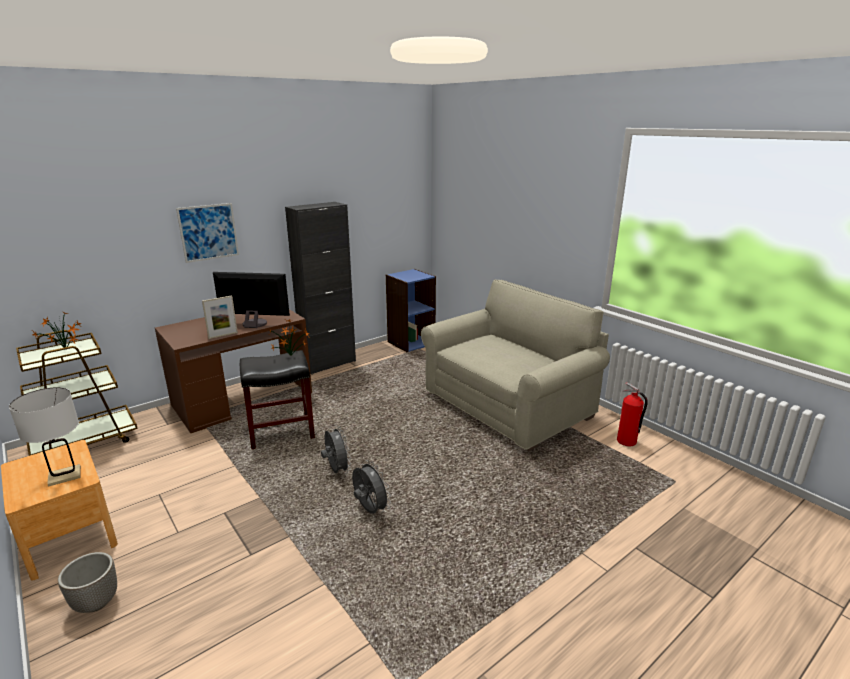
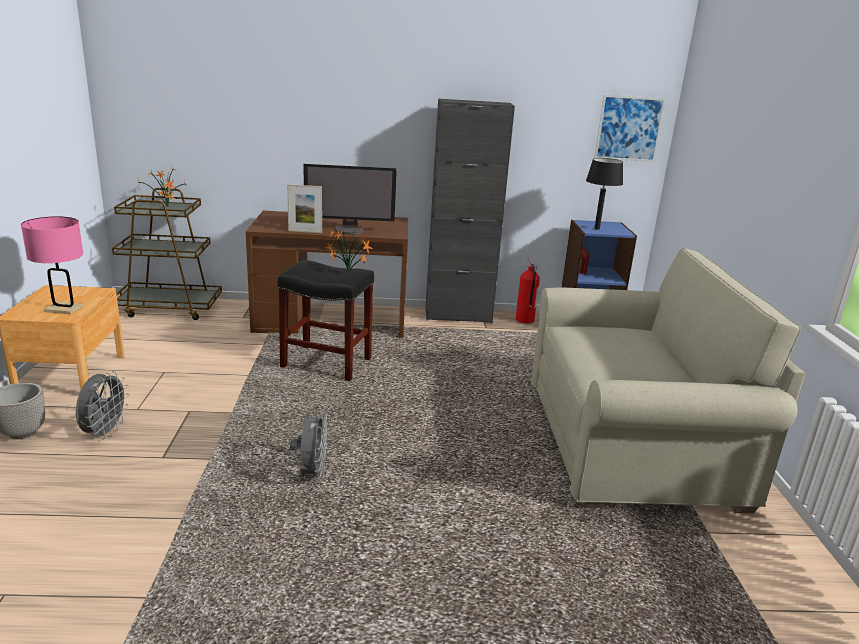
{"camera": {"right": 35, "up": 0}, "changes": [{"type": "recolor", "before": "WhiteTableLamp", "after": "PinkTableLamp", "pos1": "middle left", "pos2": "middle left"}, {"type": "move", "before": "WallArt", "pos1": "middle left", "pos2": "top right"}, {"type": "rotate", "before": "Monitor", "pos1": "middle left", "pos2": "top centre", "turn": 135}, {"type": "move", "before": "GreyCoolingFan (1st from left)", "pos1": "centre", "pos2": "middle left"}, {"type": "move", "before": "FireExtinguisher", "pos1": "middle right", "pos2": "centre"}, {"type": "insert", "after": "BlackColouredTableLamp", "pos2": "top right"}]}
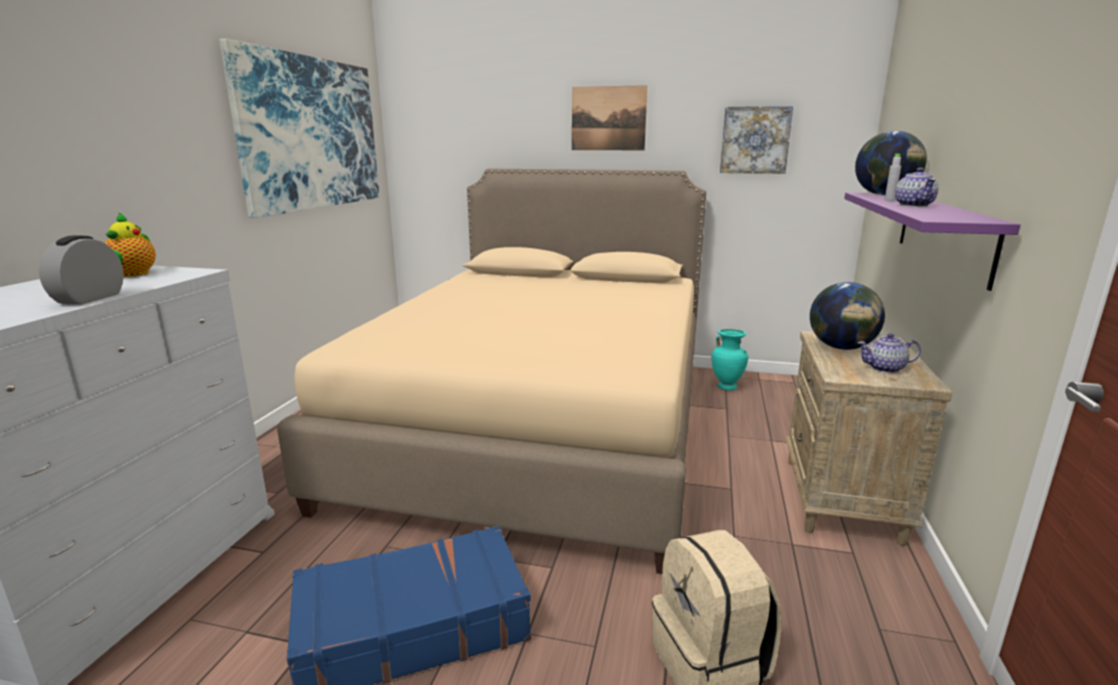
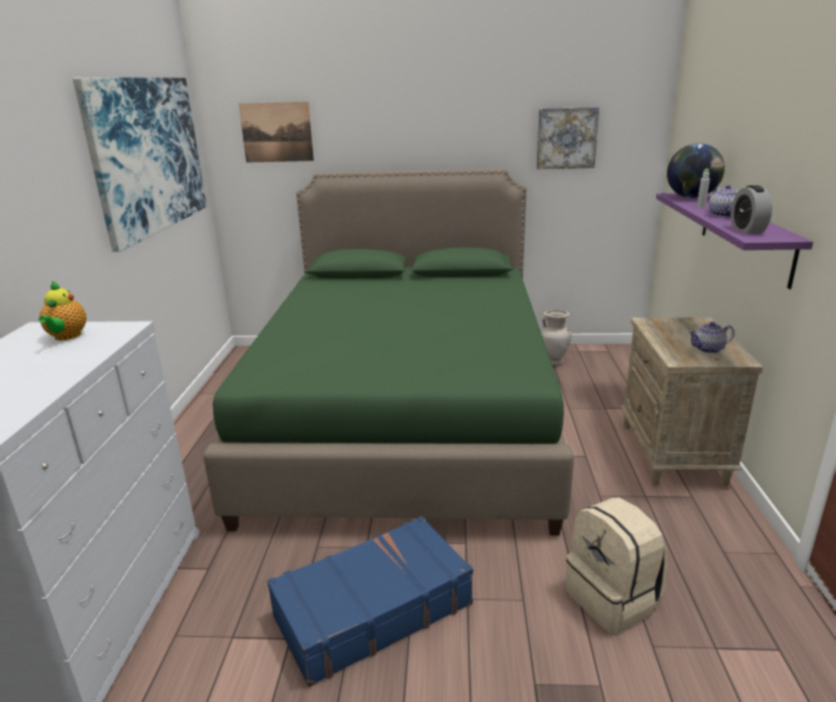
{"camera": {"right": -10, "up": 5}, "changes": [{"type": "move", "before": "TableClock", "pos1": "middle left", "pos2": "top right"}, {"type": "recolor", "before": "BeigeColouredBed", "after": "GreenishBed", "pos1": "centre", "pos2": "centre"}, {"type": "move", "before": "WallArt (2nd from left)", "pos1": "top centre", "pos2": "top left"}, {"type": "recolor", "before": "TurquoiseColouredFlowerVase", "after": "BeigeColouredFlowerVase", "pos1": "centre", "pos2": "centre"}, {"type": "delete", "before": "DeskGlobe (1st from left)", "pos1": "middle right"}]}
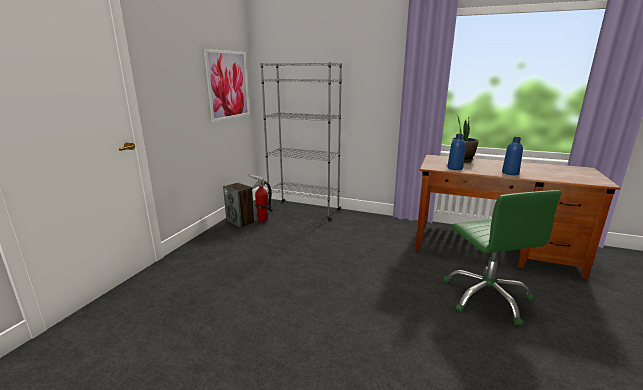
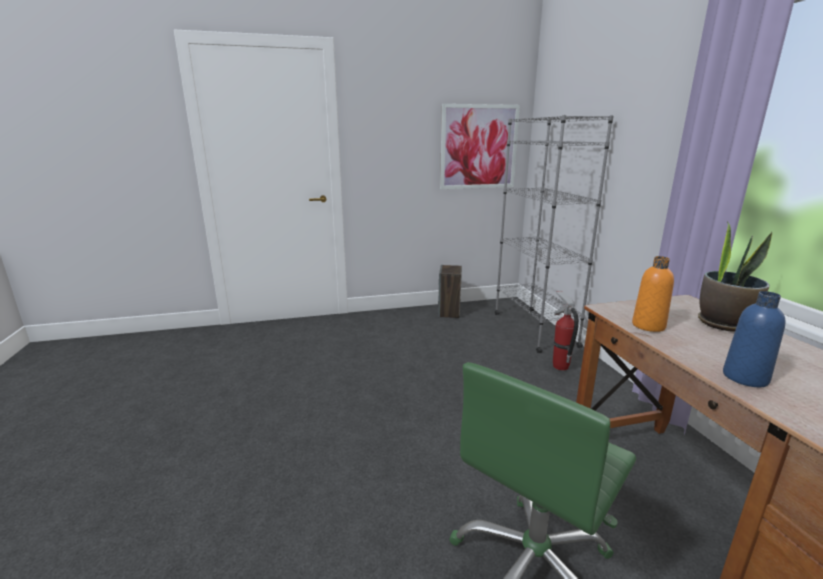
{"camera": {"right": 55, "up": 0}, "changes": [{"type": "move", "before": "FireExtinguisher", "pos1": "centre", "pos2": "middle right"}, {"type": "recolor", "before": "BlueDrinkBottle (1st from left)", "after": "OrangeyDrinkBottle", "pos1": "middle right", "pos2": "middle right"}]}
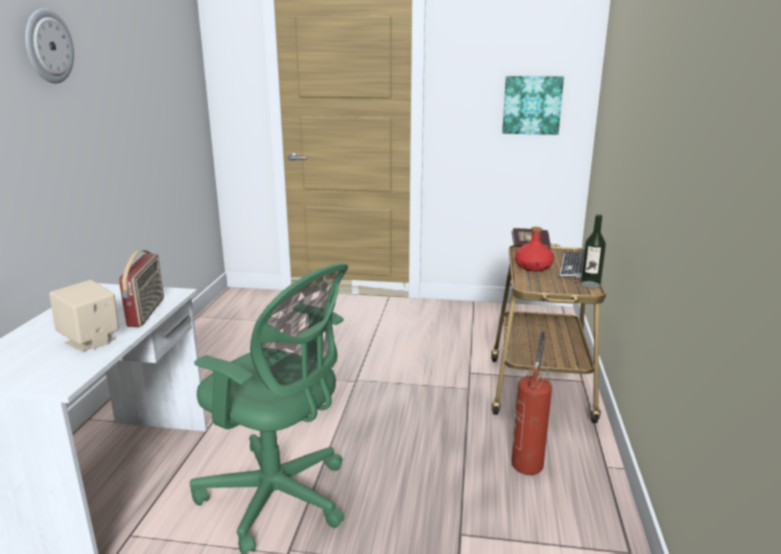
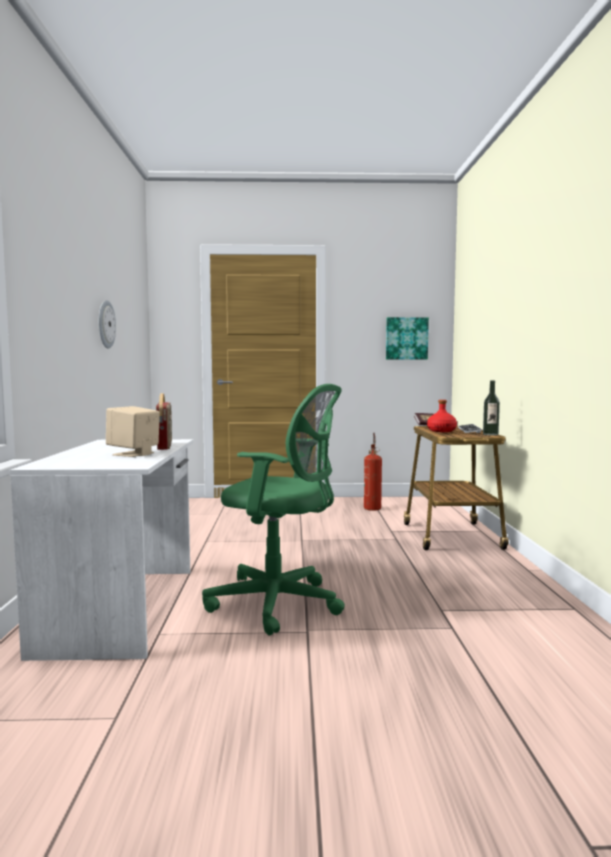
{"camera": {"right": -10, "up": -15}, "changes": [{"type": "move", "before": "HangingClock", "pos1": "top left", "pos2": "middle left"}, {"type": "move", "before": "FireExtinguisher", "pos1": "bottom right", "pos2": "centre"}]}
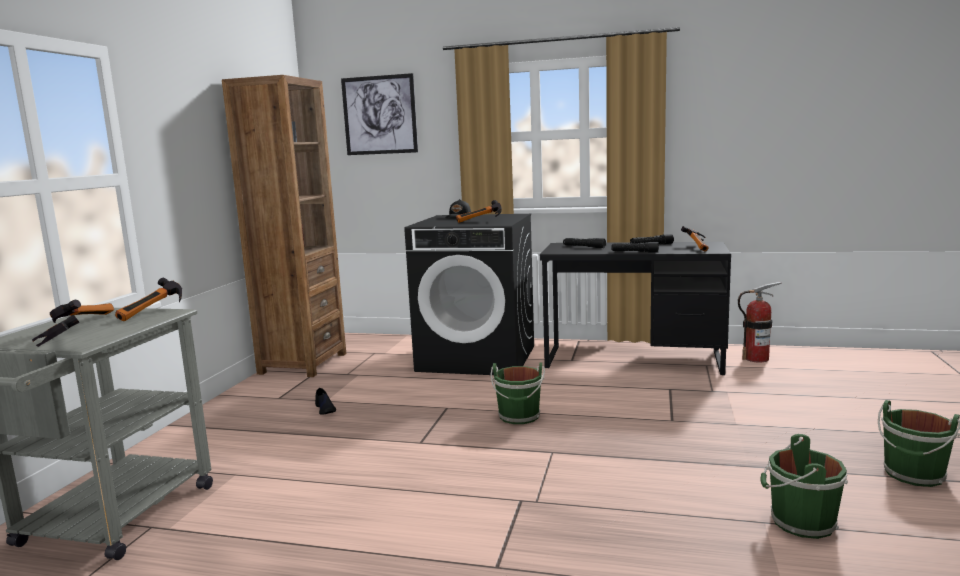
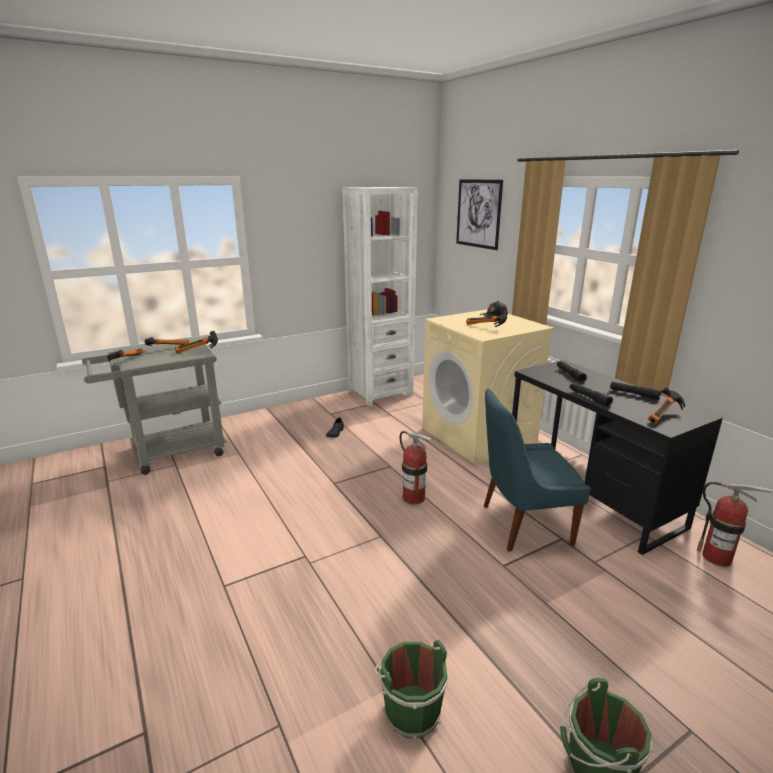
{"camera": {"right": 45, "up": 10}, "changes": [{"type": "recolor", "before": "BrownishBookcase", "after": "WhiteBookcase", "pos1": "middle left", "pos2": "centre"}, {"type": "recolor", "before": "BlackColouredLaundryMachine", "after": "BeigeColouredLaundryMachine", "pos1": "centre", "pos2": "centre"}, {"type": "replace", "before": "GreenishBucket (1st from left)", "after": "FireExtinguisher (1st from left)", "pos1": "bottom centre", "pos2": "centre"}, {"type": "insert", "after": "BluePlainChair", "pos2": "middle right"}]}
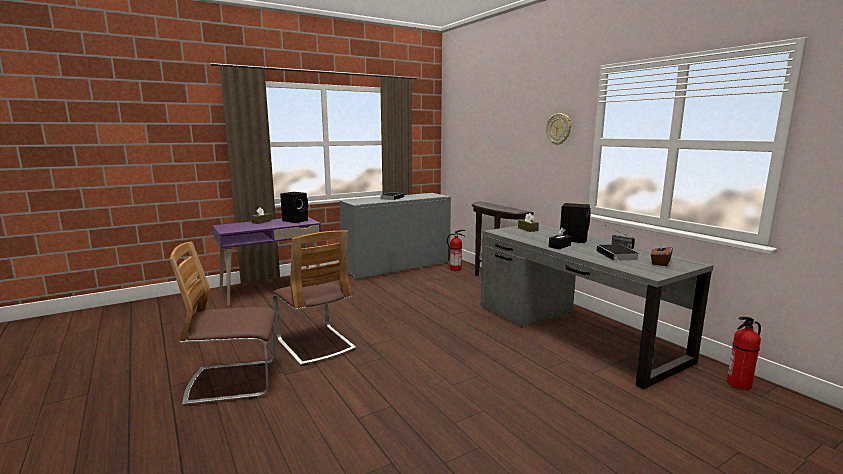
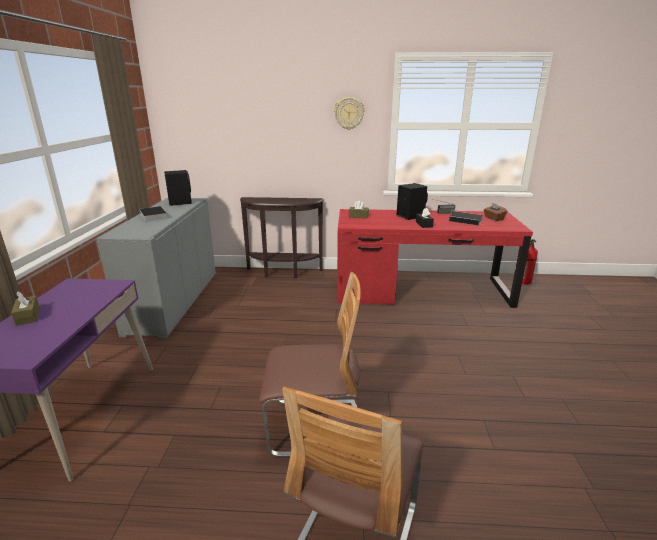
{"camera": {"right": -55, "up": 10}, "changes": [{"type": "move", "before": "BlackColouredAudioSpeaker (1st from left)", "pos1": "centre", "pos2": "middle left"}, {"type": "delete", "before": "FireExtinguisher (1st from left)", "pos1": "centre"}, {"type": "recolor", "before": "GreyDesk", "after": "RedDesk", "pos1": "middle right", "pos2": "centre"}]}
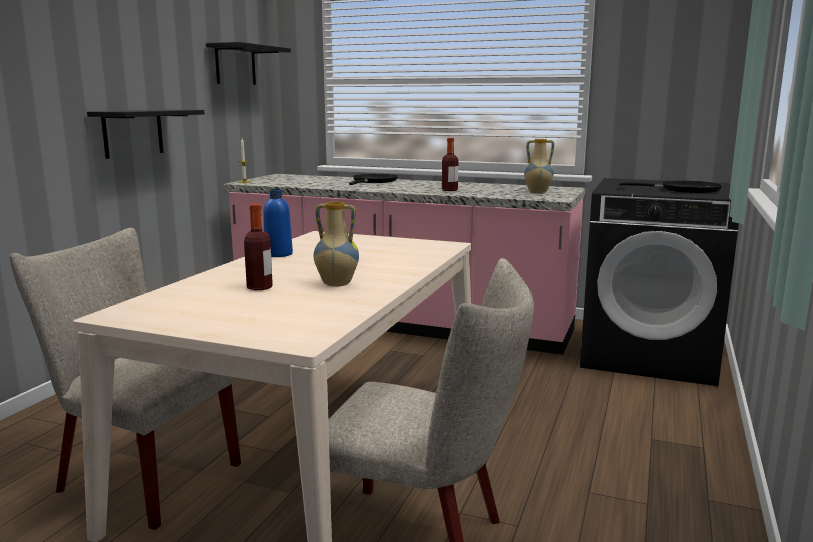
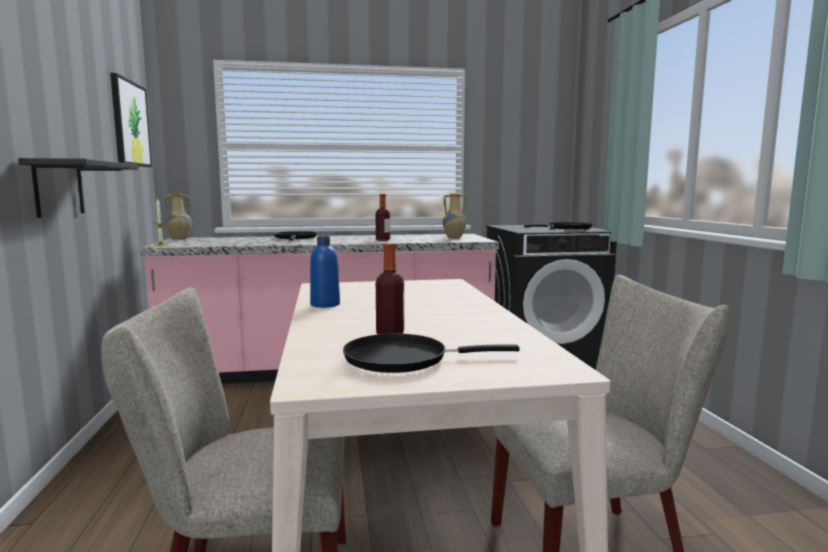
{"camera": {"right": -30, "up": -5}, "changes": [{"type": "replace", "before": "BlackColouredWallShelf (2nd from left)", "after": "WallArt", "pos1": "top left", "pos2": "top left"}, {"type": "move", "before": "FlowerVase (1st from left)", "pos1": "centre", "pos2": "middle left"}, {"type": "insert", "after": "BlackColouredPan (2nd from left)", "pos2": "centre"}]}
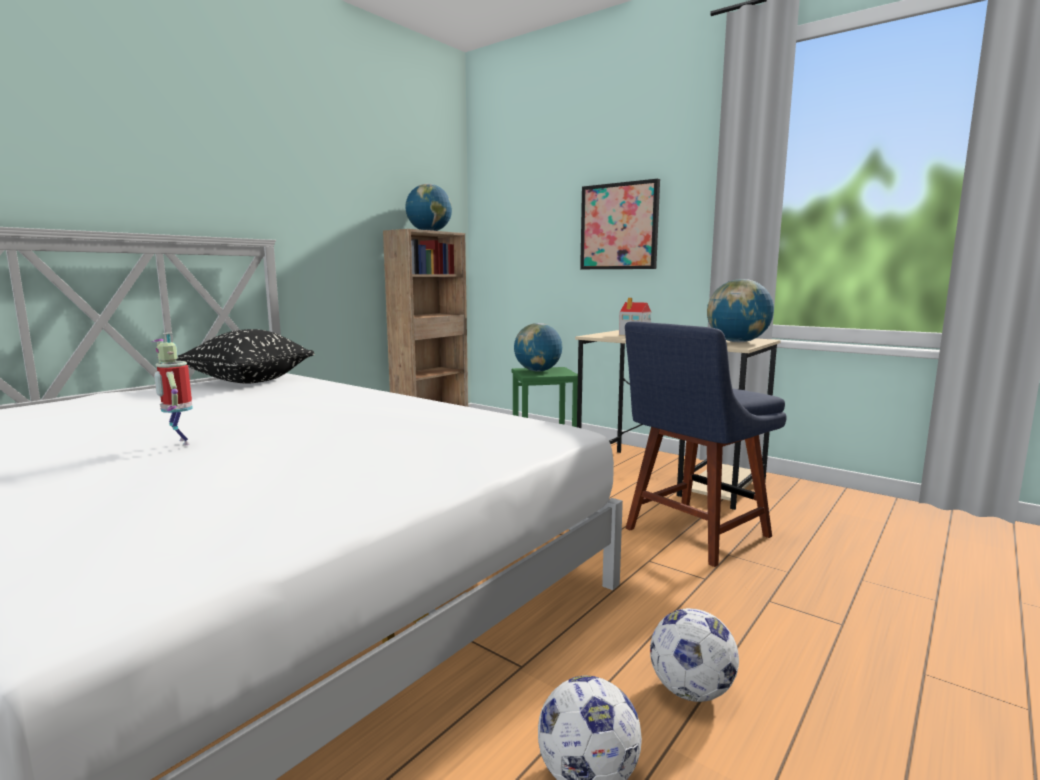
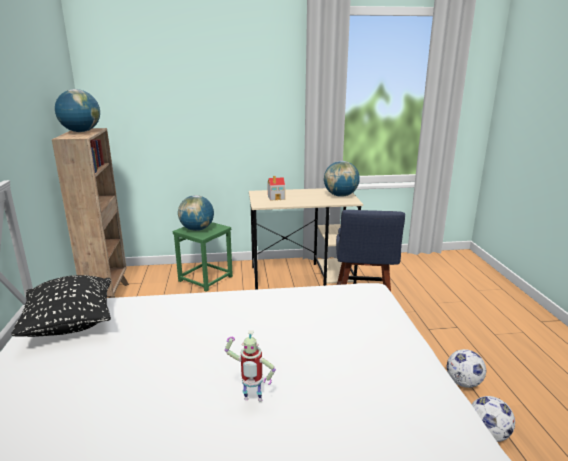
{"camera": {"right": -45, "up": 10}, "changes": [{"type": "delete", "before": "WallArt", "pos1": "top centre"}]}
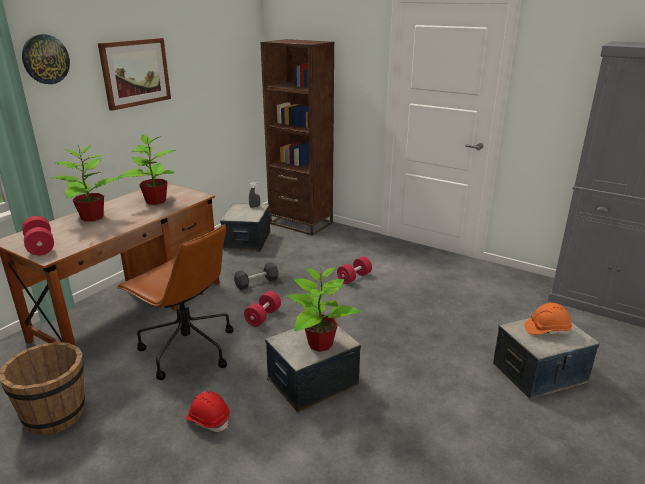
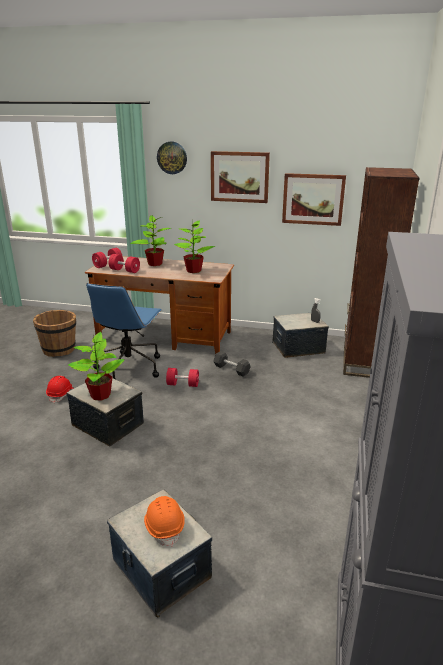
{"camera": {"right": 70, "up": 0}, "changes": [{"type": "recolor", "before": "BrownishComputerChair", "after": "BlueComputerChair", "pos1": "middle left", "pos2": "middle left"}, {"type": "move", "before": "RedHandWeight (3rd from left in the first image)", "after": "RedHandWeight (2nd from left)", "pos1": "centre", "pos2": "middle left"}, {"type": "insert", "after": "WallArt (2nd from left)", "pos2": "top right"}]}
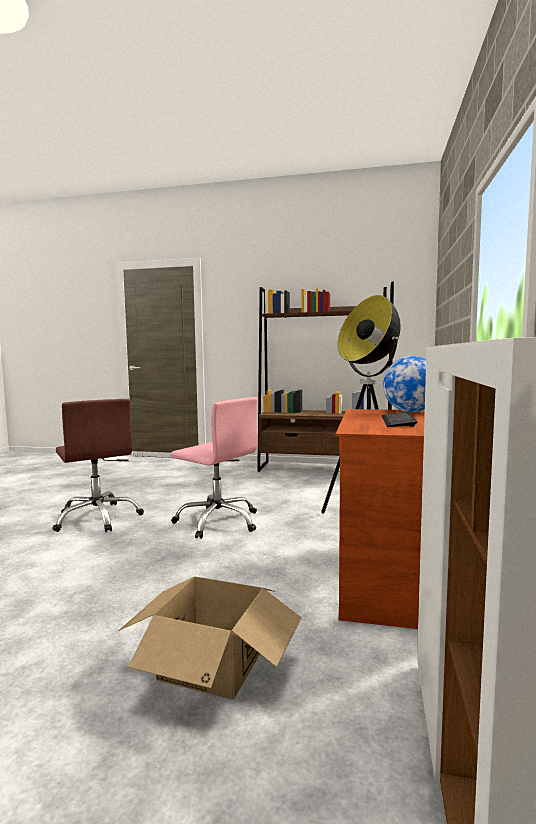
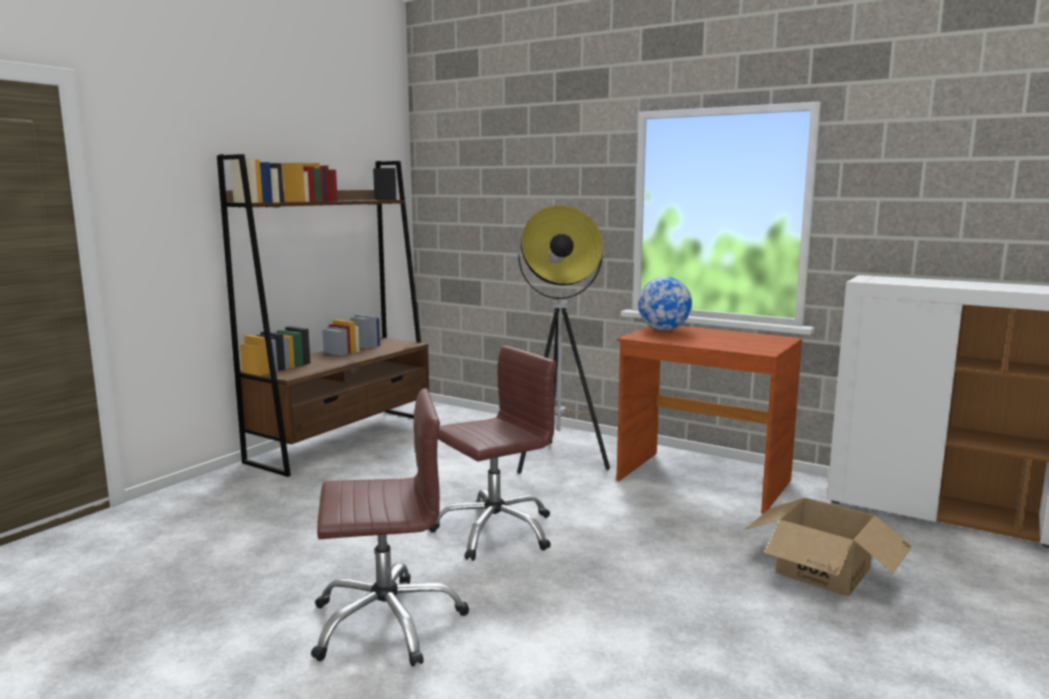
{"camera": {"right": -70, "up": 5}, "changes": [{"type": "recolor", "before": "PinkComputerChair", "after": "BrownishComputerChair (2nd from left)", "pos1": "centre", "pos2": "centre"}, {"type": "delete", "before": "ComputerKeyboard", "pos1": "middle right"}]}
